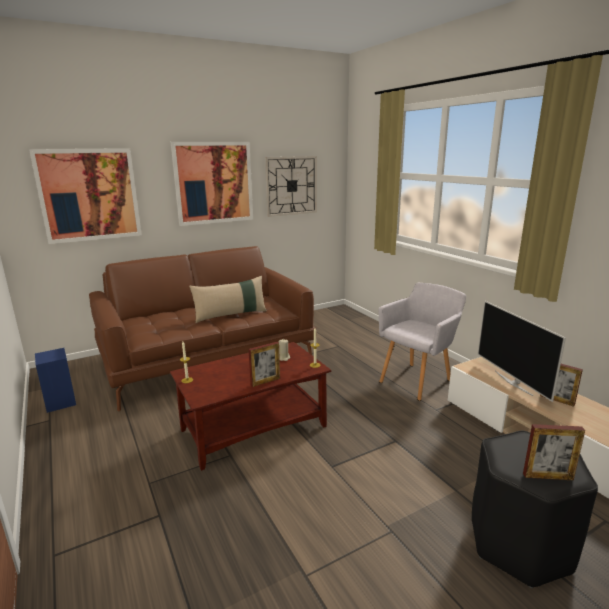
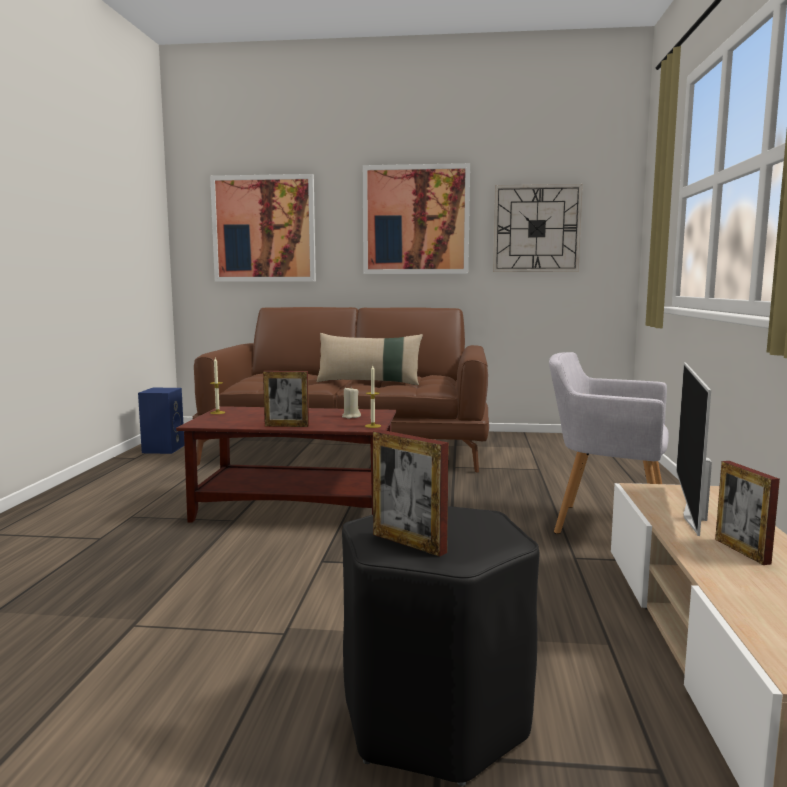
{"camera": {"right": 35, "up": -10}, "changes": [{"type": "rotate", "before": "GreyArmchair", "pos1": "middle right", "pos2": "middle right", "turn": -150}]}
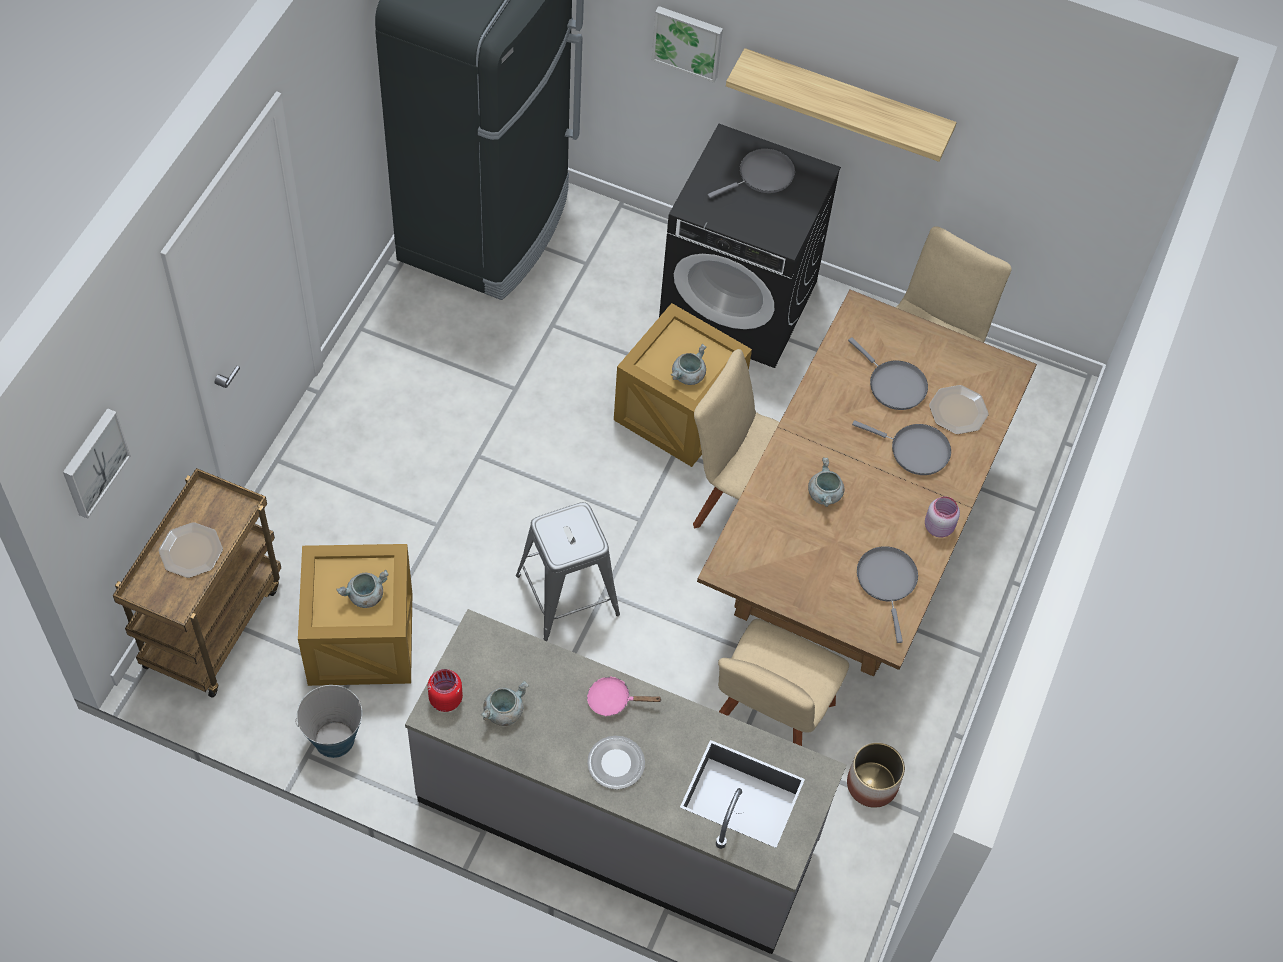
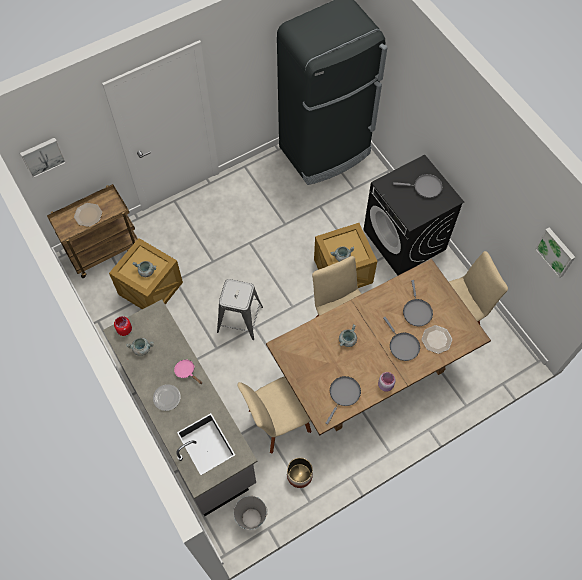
{"camera": {"right": 40, "up": 5}, "changes": [{"type": "move", "before": "Bucket", "pos1": "bottom left", "pos2": "bottom centre"}, {"type": "move", "before": "WallArt (2nd from left)", "pos1": "top centre", "pos2": "middle right"}, {"type": "delete", "before": "WallShelf", "pos1": "top centre"}]}
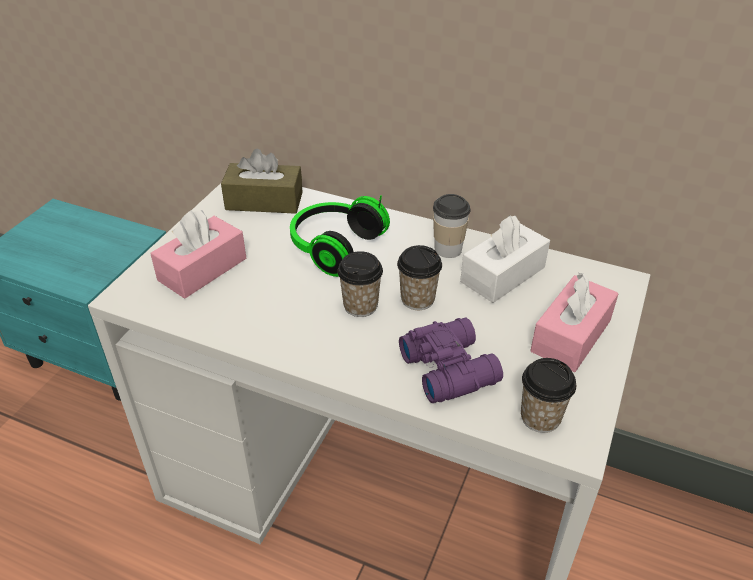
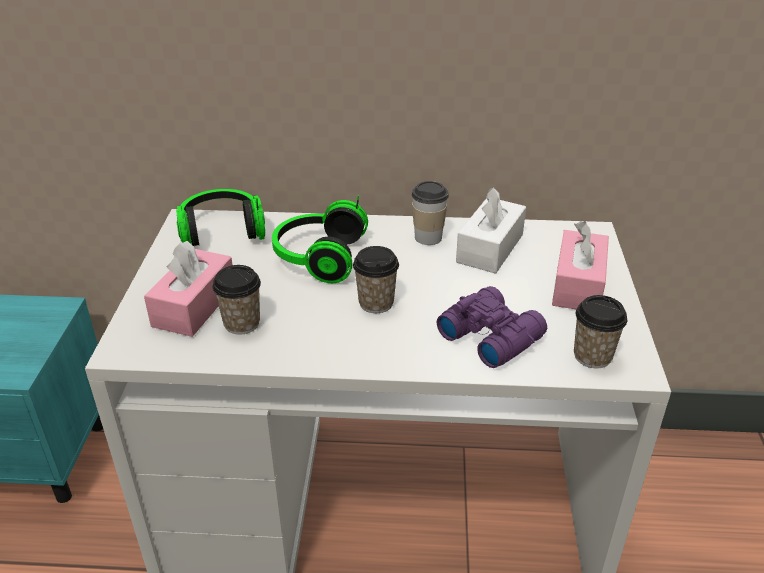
{"camera": {"right": -20, "up": -5}, "changes": [{"type": "replace", "before": "BrownishTissueHolder", "after": "PairOfHeadphones (1st from left)", "pos1": "top centre", "pos2": "middle left"}, {"type": "move", "before": "SmallCup (2nd from left in the first image)", "after": "SmallCup (1st from left)", "pos1": "centre", "pos2": "middle left"}]}
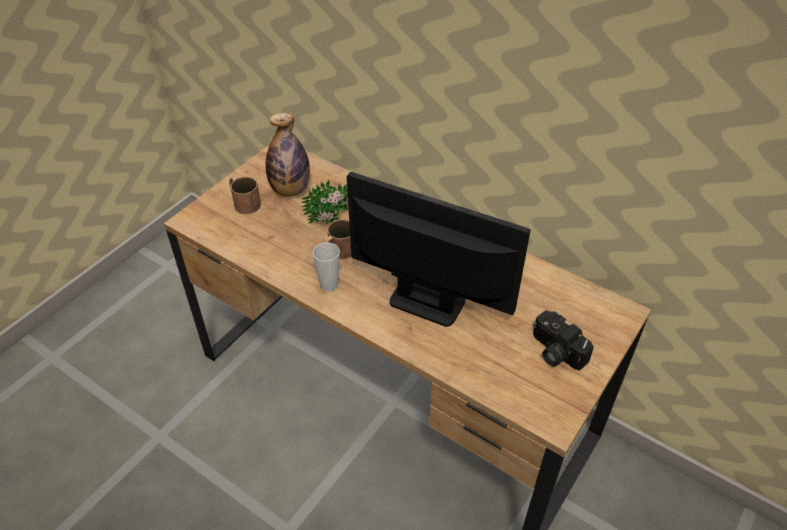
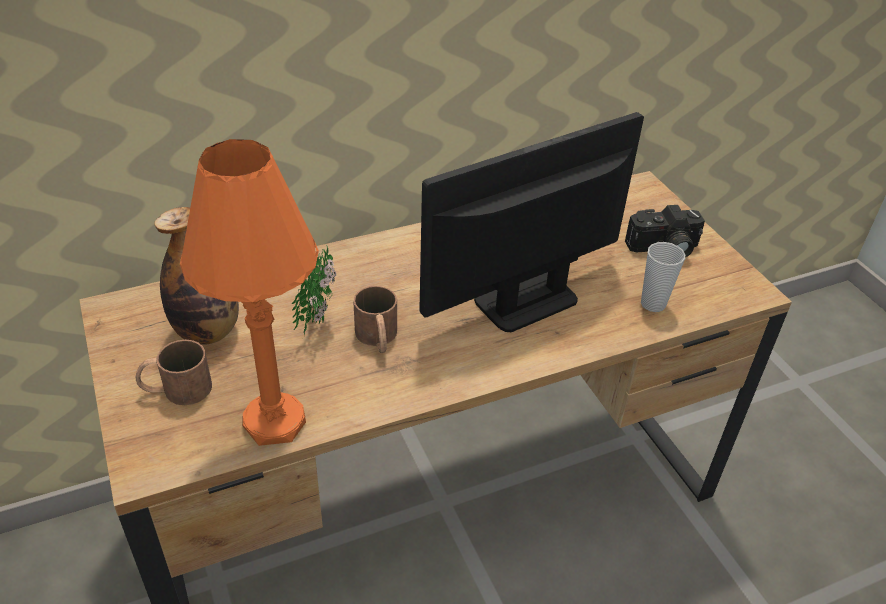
{"camera": {"right": -60, "up": -5}, "changes": [{"type": "move", "before": "SmallCup", "pos1": "centre", "pos2": "middle right"}, {"type": "insert", "after": "OrangeyTableLamp", "pos2": "middle left"}]}
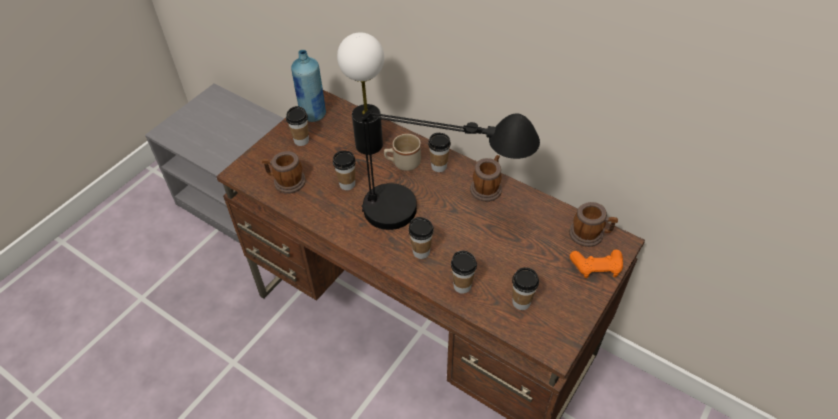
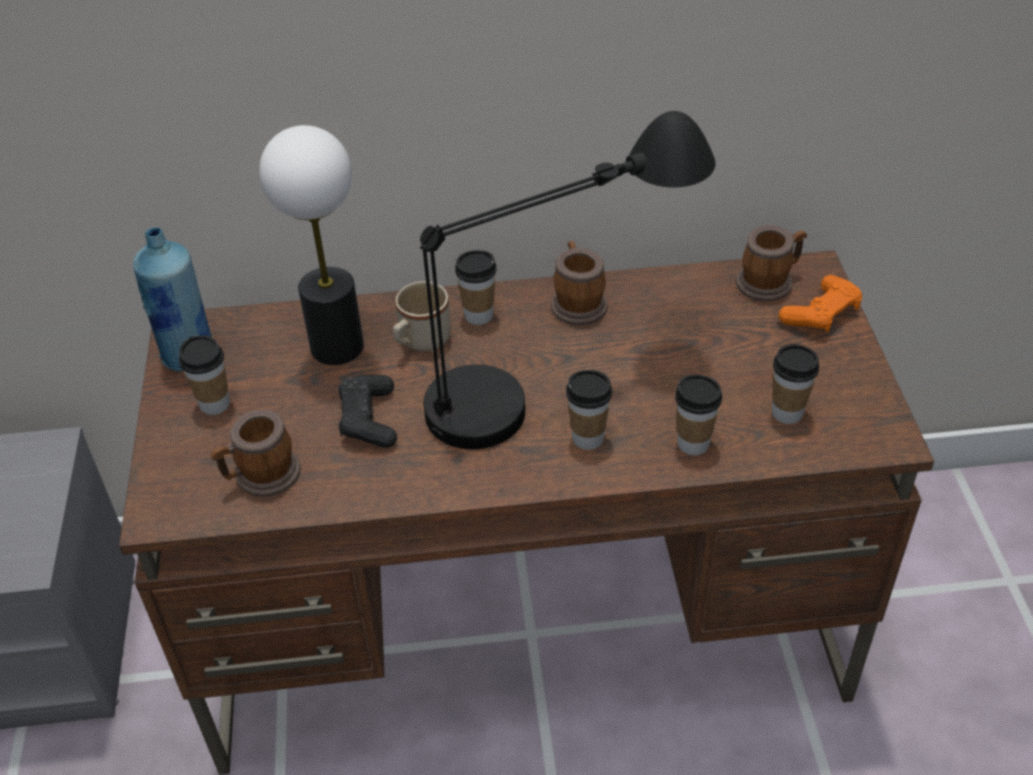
{"camera": {"right": -40, "up": -5}, "changes": [{"type": "replace", "before": "SmallCup (2nd from left)", "after": "BlackColouredJoypad", "pos1": "centre", "pos2": "centre"}]}
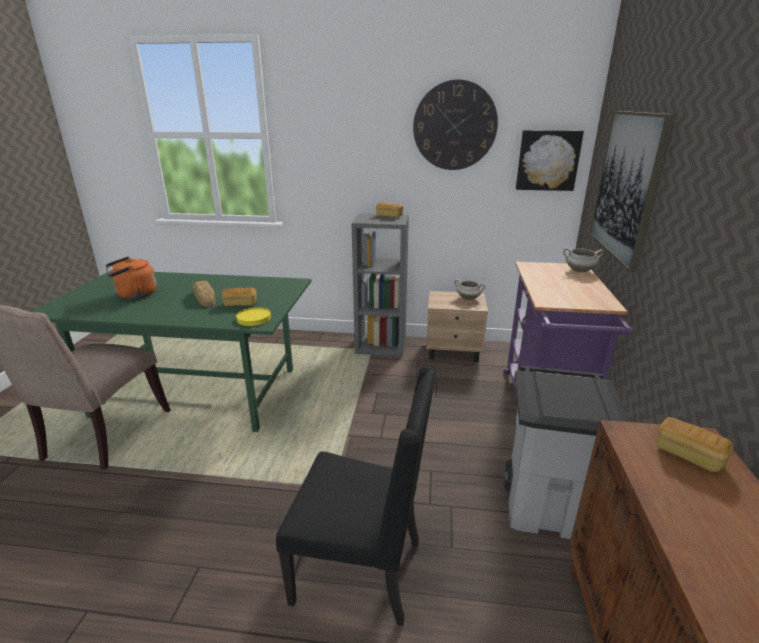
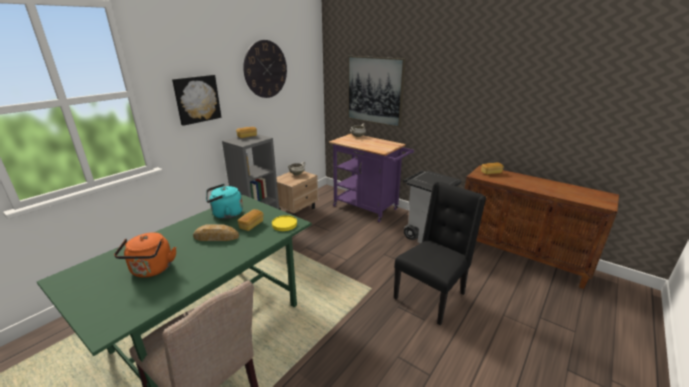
{"camera": {"right": -60, "up": 0}, "changes": [{"type": "move", "before": "WallArt (1st from left)", "pos1": "top right", "pos2": "top left"}, {"type": "insert", "after": "TurquoiseColouredKettle", "pos2": "middle left"}]}
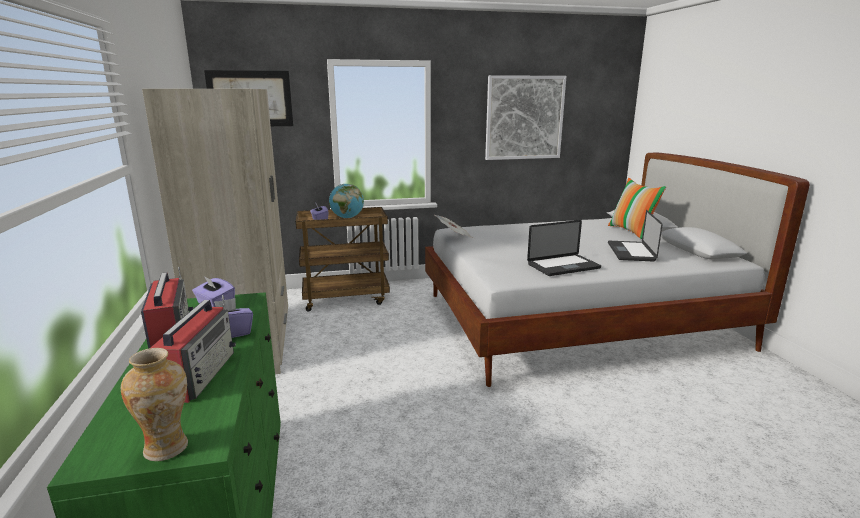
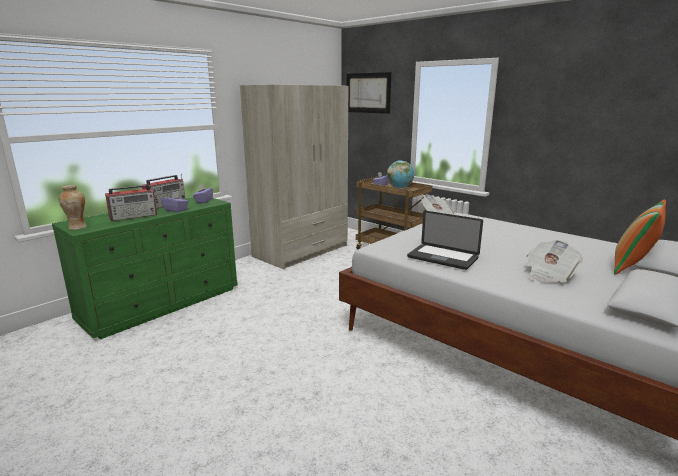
{"camera": {"right": 55, "up": 0}, "changes": [{"type": "delete", "before": "WallArt (2nd from left)", "pos1": "top centre"}, {"type": "replace", "before": "PortableComputer (2nd from left)", "after": "PrintedPaper (2nd from left)", "pos1": "middle right", "pos2": "middle right"}]}
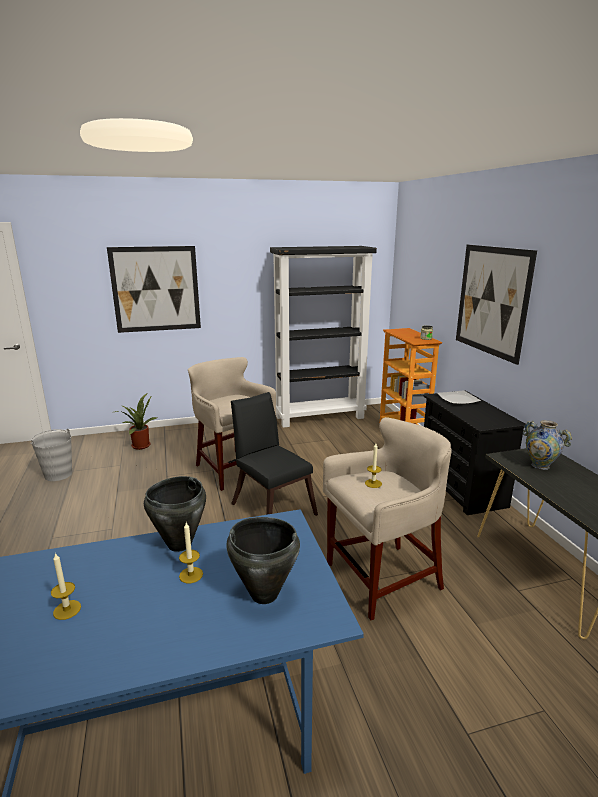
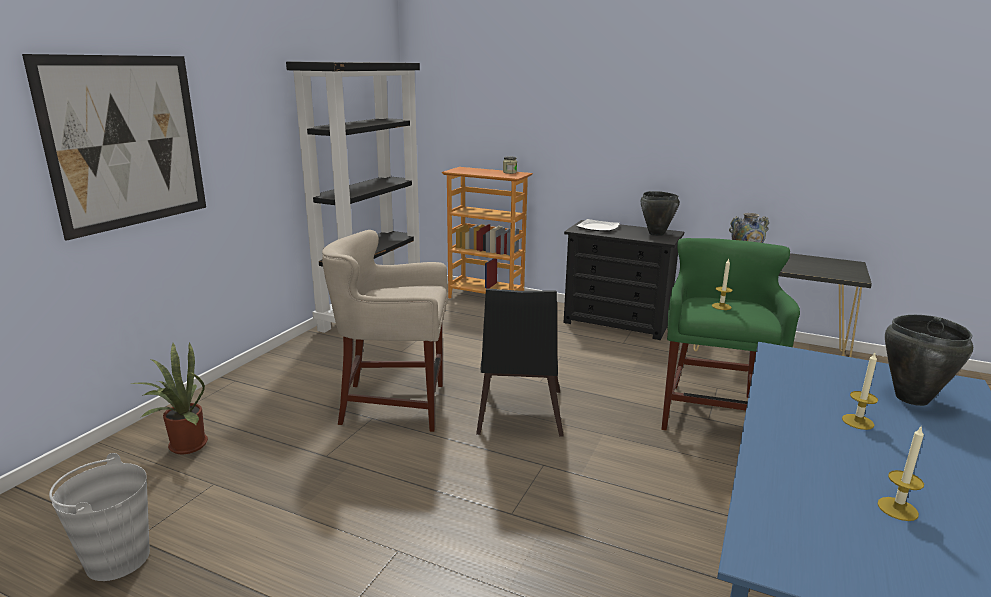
{"camera": {"right": -50, "up": 0}, "changes": [{"type": "move", "before": "BlackColouredStockpot (1st from left)", "pos1": "middle left", "pos2": "centre"}, {"type": "rotate", "before": "BlackColouredPlainChair", "pos1": "centre", "pos2": "centre", "turn": -90}, {"type": "recolor", "before": "BeigeColouredSittingStool (2nd from left)", "after": "GreenishSittingStool", "pos1": "centre", "pos2": "middle right"}, {"type": "delete", "before": "WallArt (2nd from left)", "pos1": "middle right"}]}
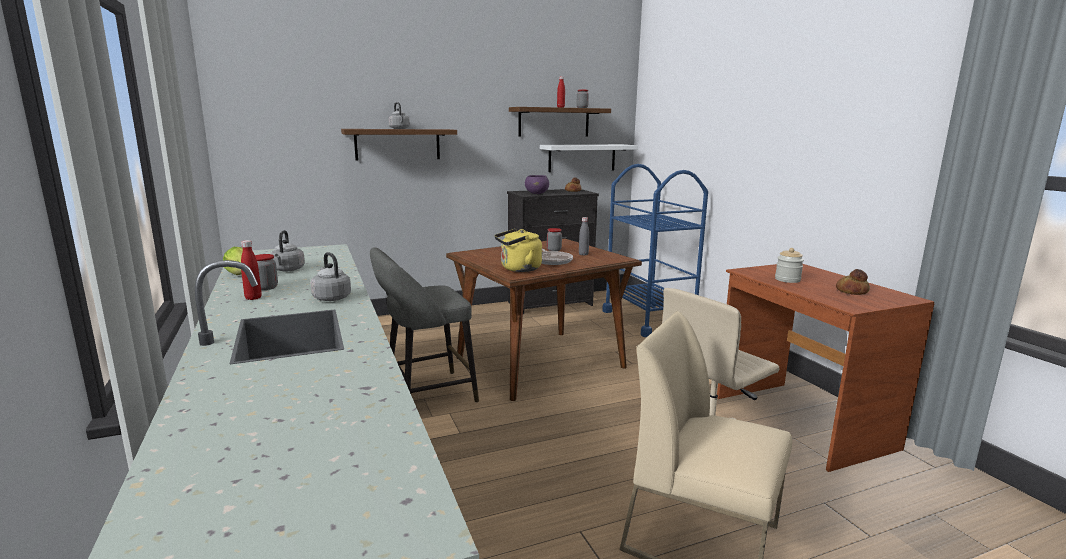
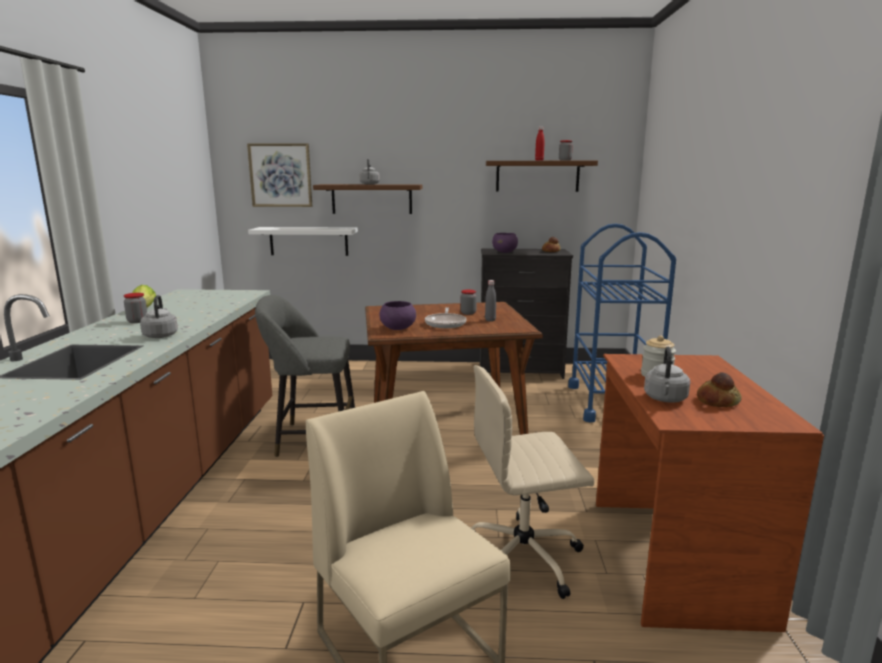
{"camera": {"right": 25, "up": 0}, "changes": [{"type": "delete", "before": "RedDrinkBottle (1st from left)", "pos1": "middle left"}, {"type": "move", "before": "GreyKettle (1st from left in the first image)", "after": "GreyKettle (3rd from left)", "pos1": "middle left", "pos2": "middle right"}, {"type": "replace", "before": "YellowishKettle", "after": "PurpleServingBowl (1st from left)", "pos1": "centre", "pos2": "centre"}, {"type": "move", "before": "WhiteWallShelf", "pos1": "top centre", "pos2": "centre"}, {"type": "insert", "after": "WallArt", "pos2": "top left"}]}
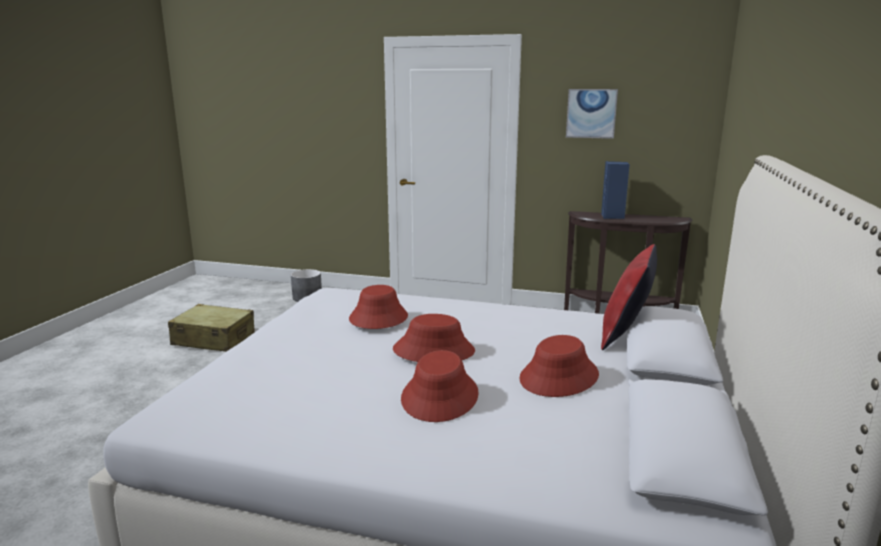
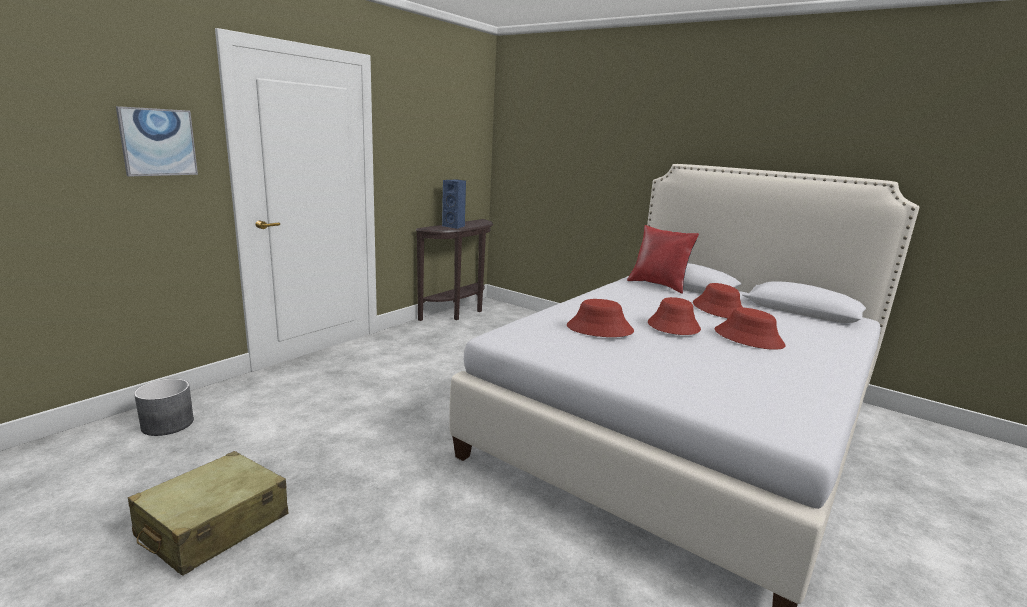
{"camera": {"right": -70, "up": 0}, "changes": [{"type": "move", "before": "WallArt", "pos1": "top right", "pos2": "top left"}]}
